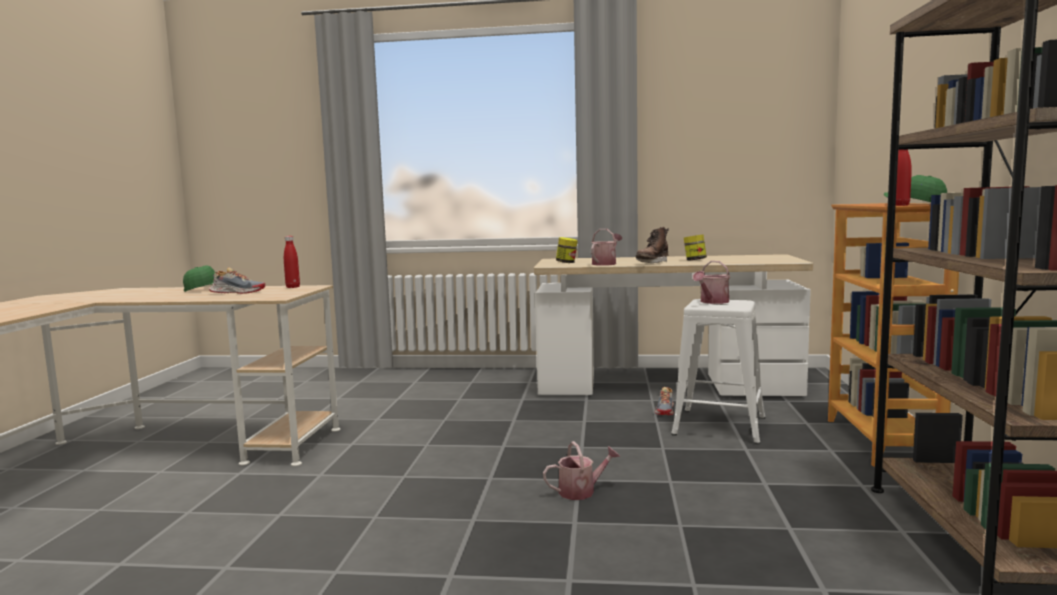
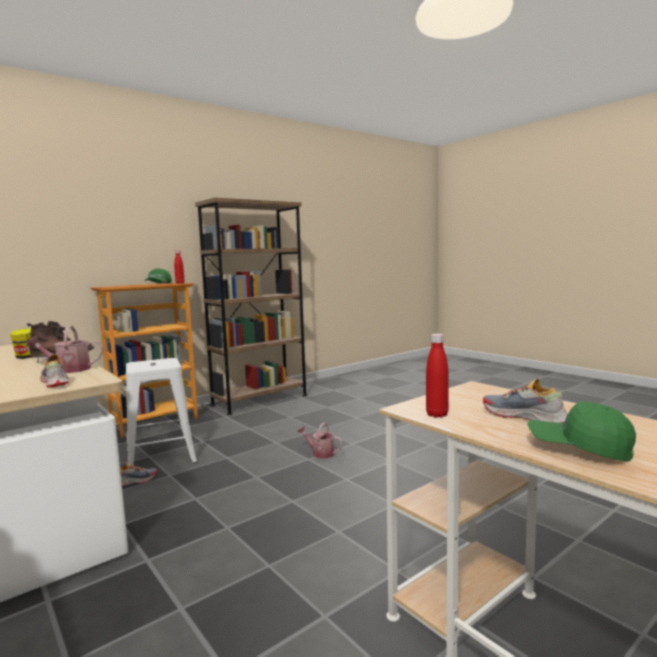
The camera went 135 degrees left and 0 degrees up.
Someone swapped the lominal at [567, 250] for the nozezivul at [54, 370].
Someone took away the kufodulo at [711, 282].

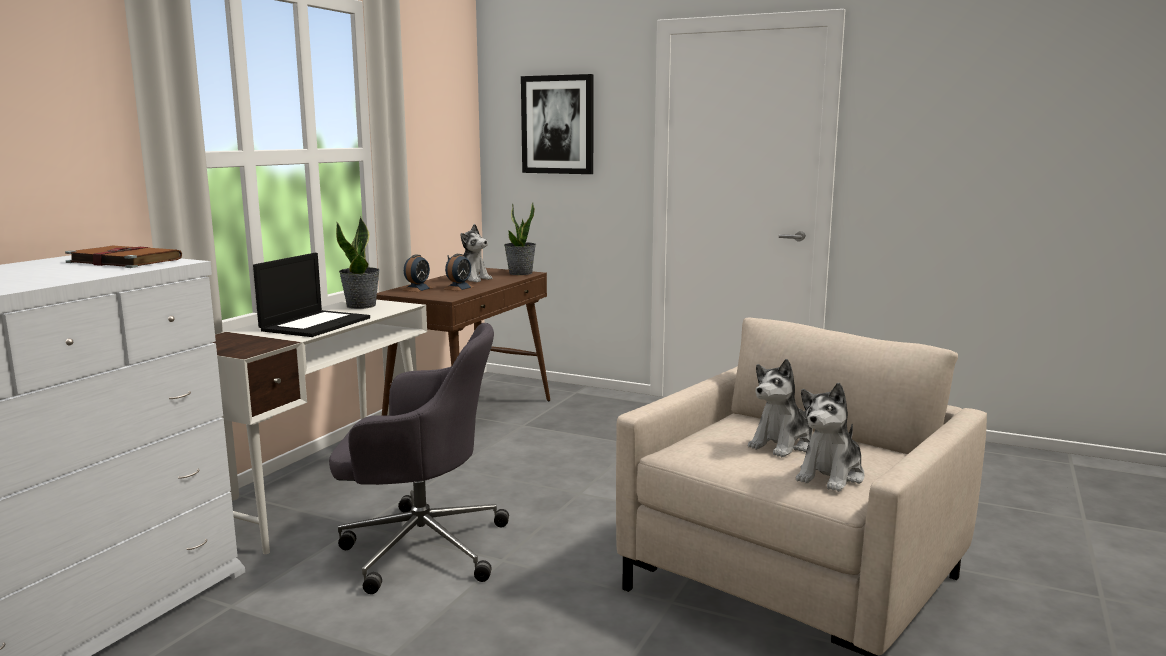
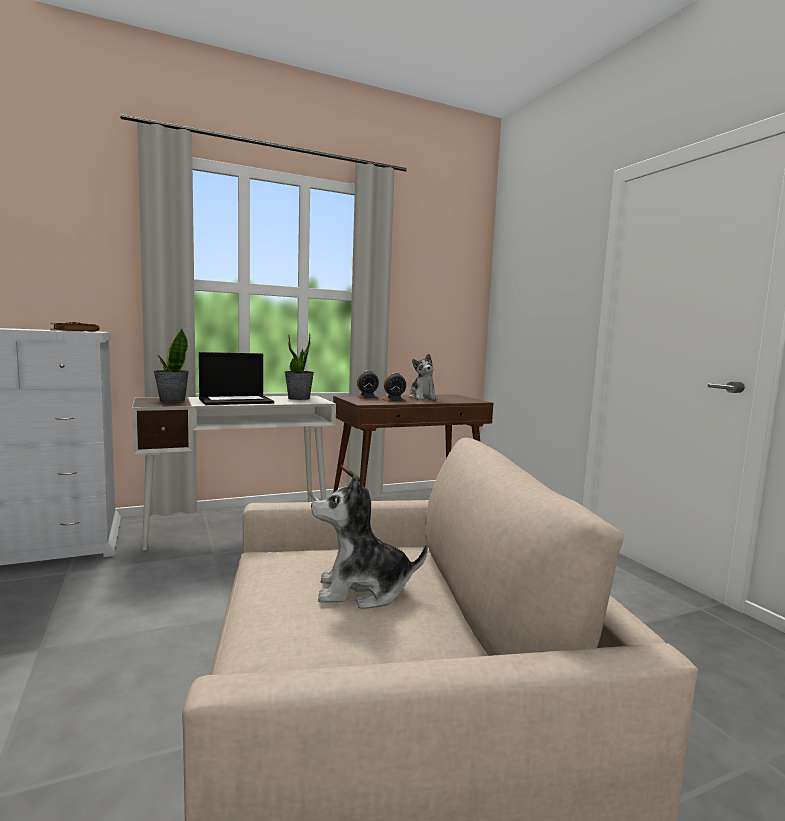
The camera went 40 degrees right and 5 degrees down.
Someone took away the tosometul at [557, 124].
Someone carried the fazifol from [520, 238] to [171, 365].
Someone took away the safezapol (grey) at [419, 458].
Someone took away the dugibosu at [830, 437].

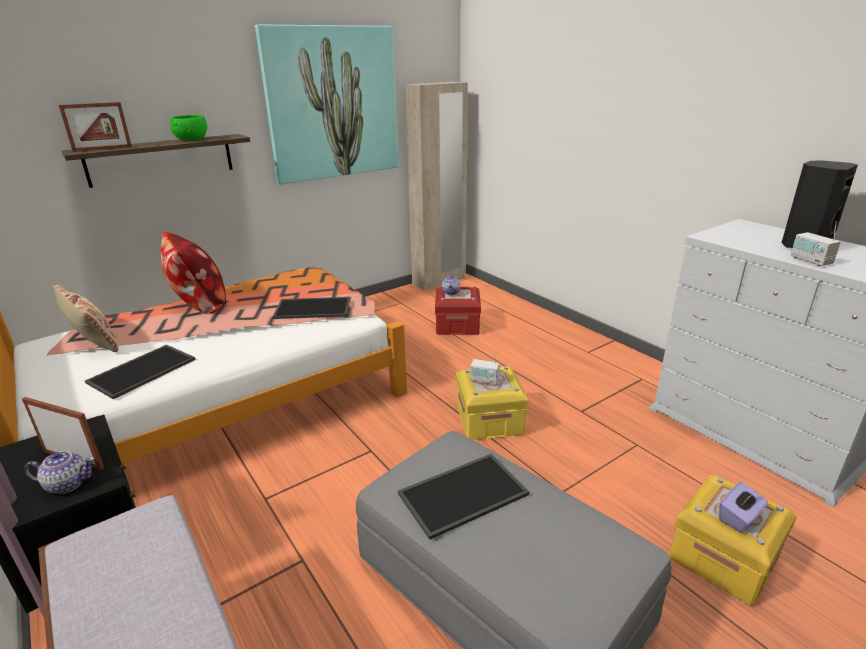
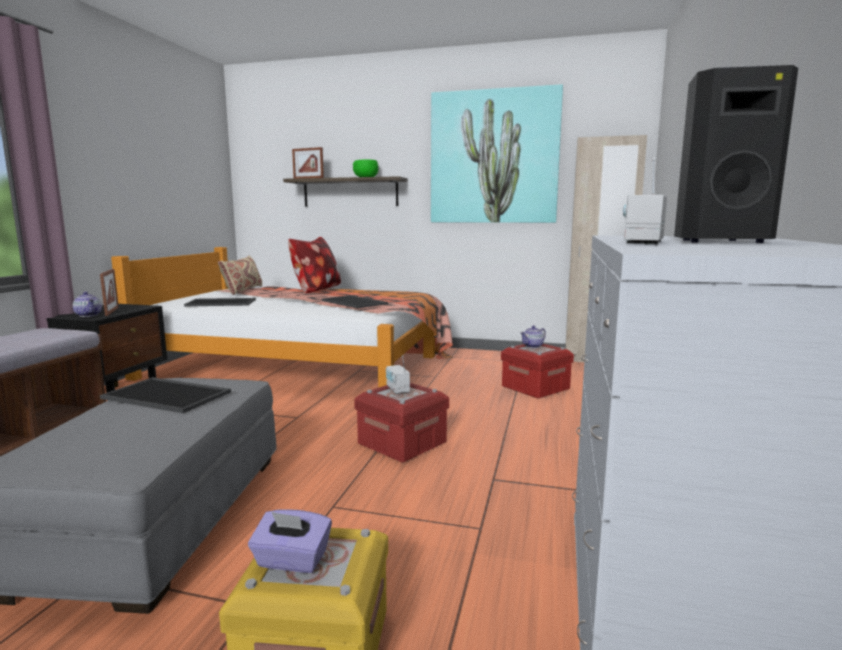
The camera went 50 degrees right and 15 degrees down.
Someone repainted the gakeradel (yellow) at [492, 403], which became the gakeradel (red) at [401, 423].

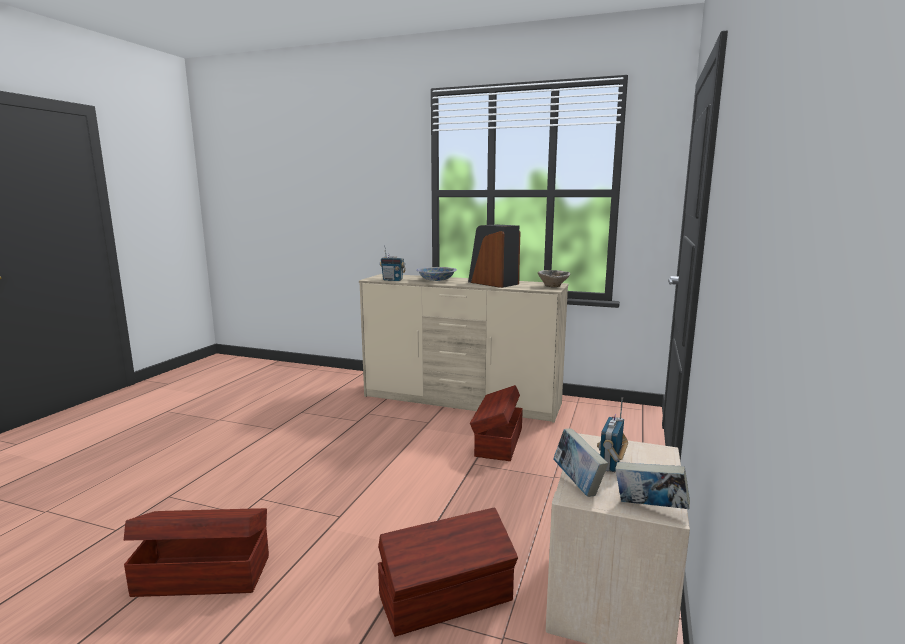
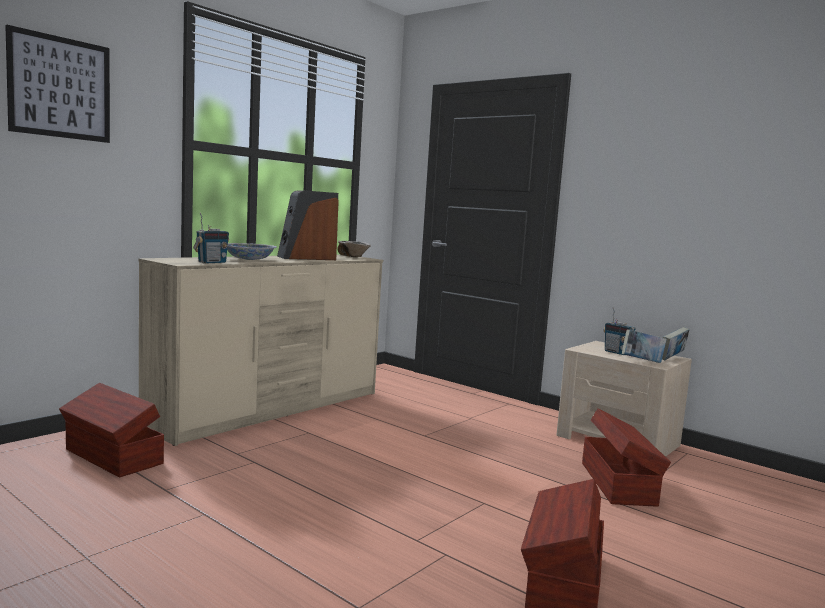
The camera went 70 degrees left and 5 degrees down.
Someone carried the gakeradel (brown) from [496, 423] to [111, 430].
Someone put up the tosometul at [57, 84].

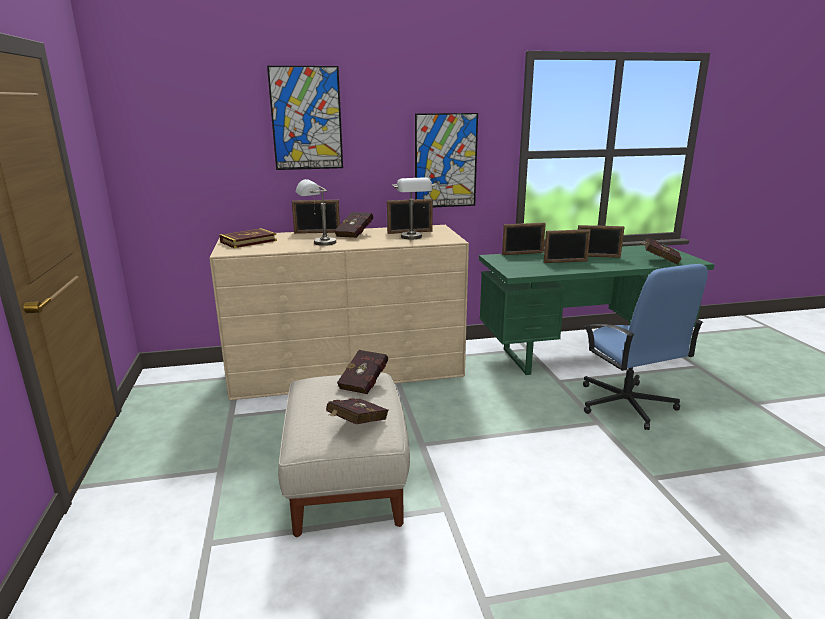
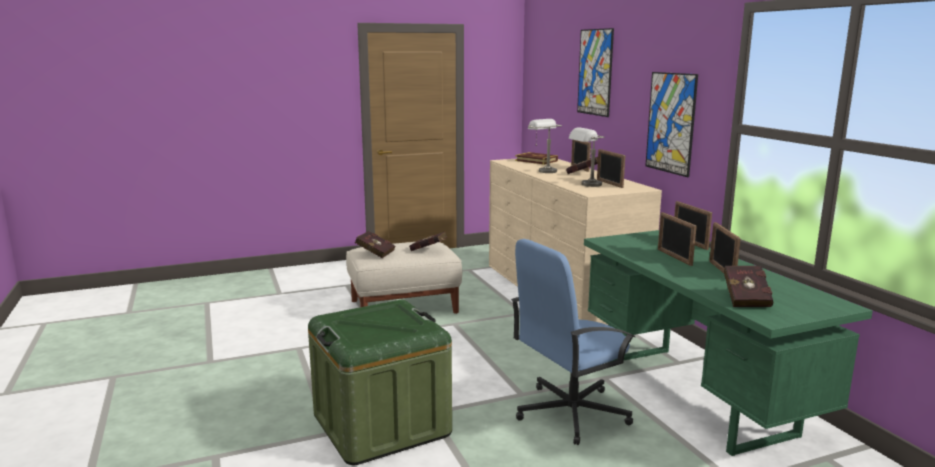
The camera went 80 degrees right and 5 degrees down.
Someone put down the gakeradel (green) at [380, 382].

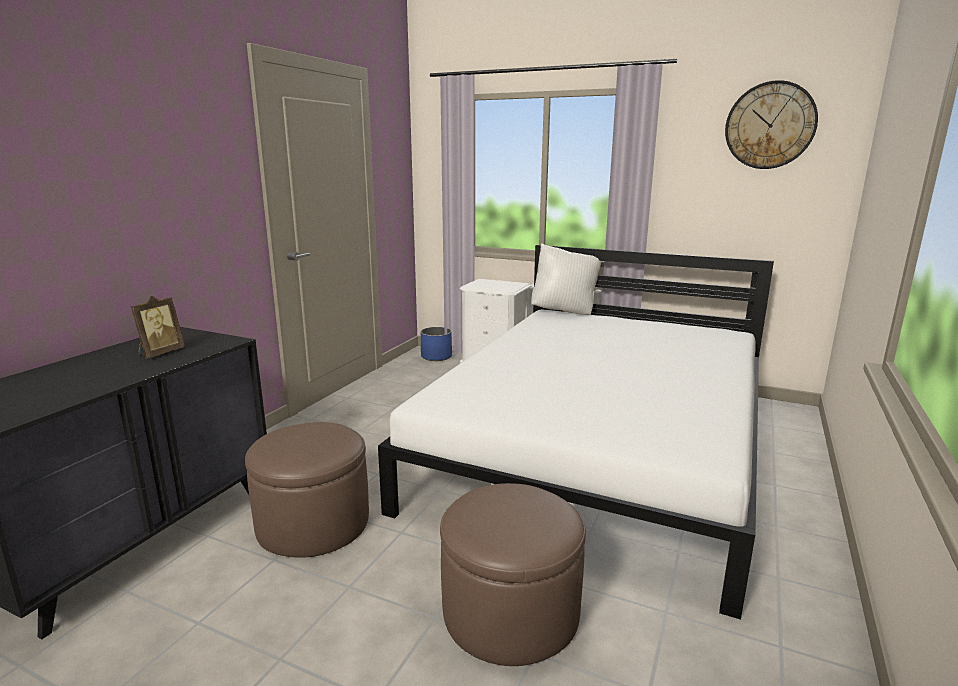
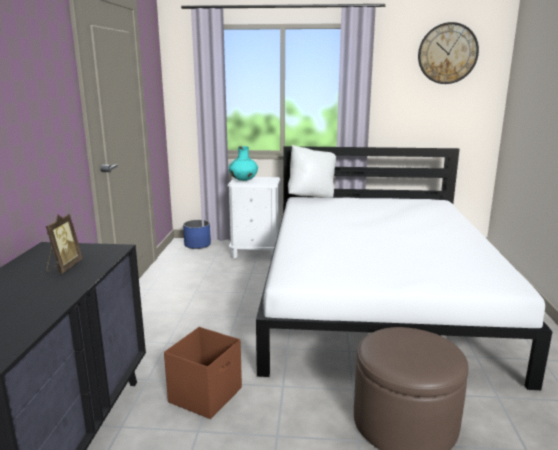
The camera went 20 degrees left and 0 degrees up.
Someone swapped the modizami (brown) at [307, 490] for the gakeradel (brown) at [203, 373].
Someone put down the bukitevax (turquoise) at [243, 163].

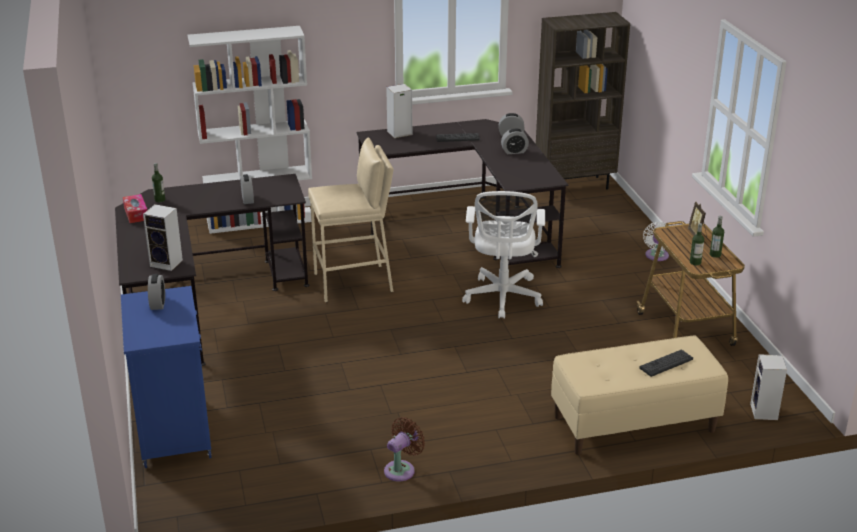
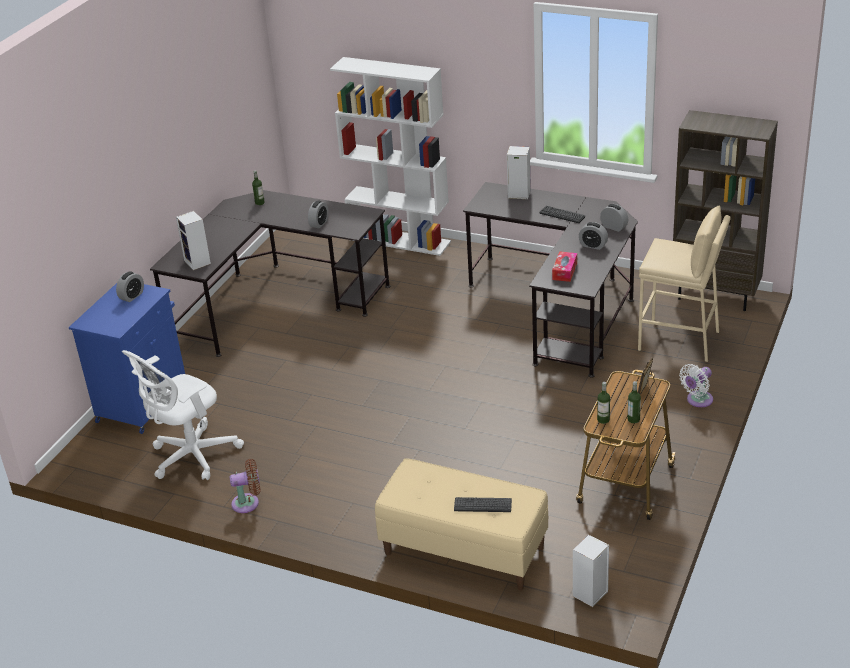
The camera went 40 degrees right and 5 degrees up.
Someone carried the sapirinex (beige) from [351, 219] to [684, 284].
Someone carried the safezapol (white) from [503, 255] to [183, 415].
Someone carried the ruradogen from [135, 208] to [564, 266].

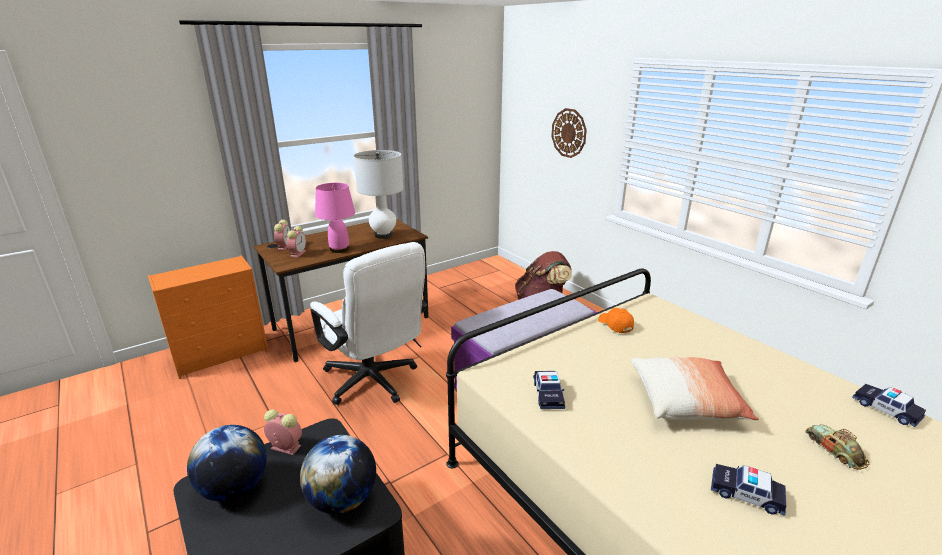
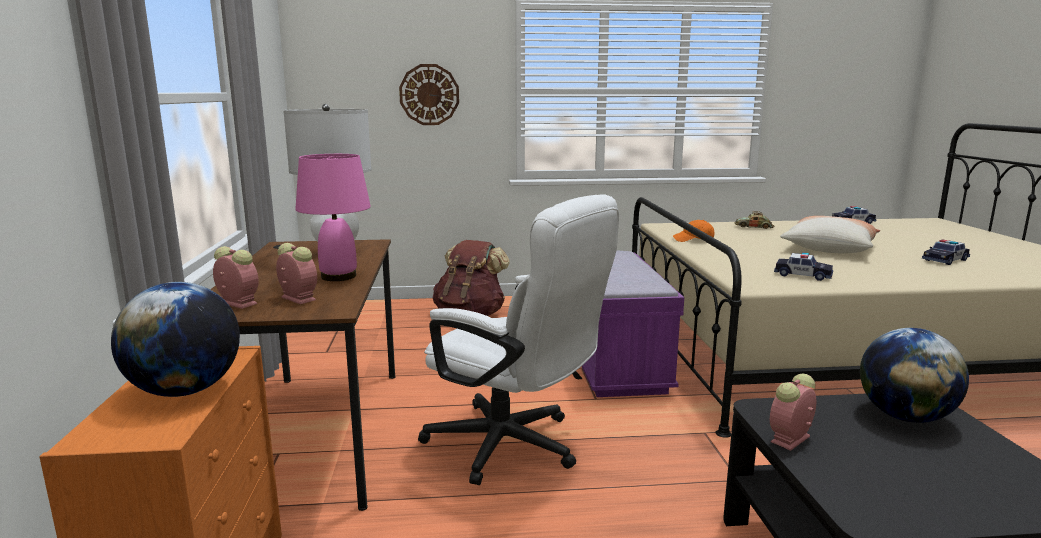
The camera went 60 degrees left and 10 degrees down.
Someone rotated the safezapol (white) at [368, 323] by 45 degrees clockwise.
Someone carried the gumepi from [837, 447] to [754, 220].
Someone carried the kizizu from [227, 463] to [175, 339].

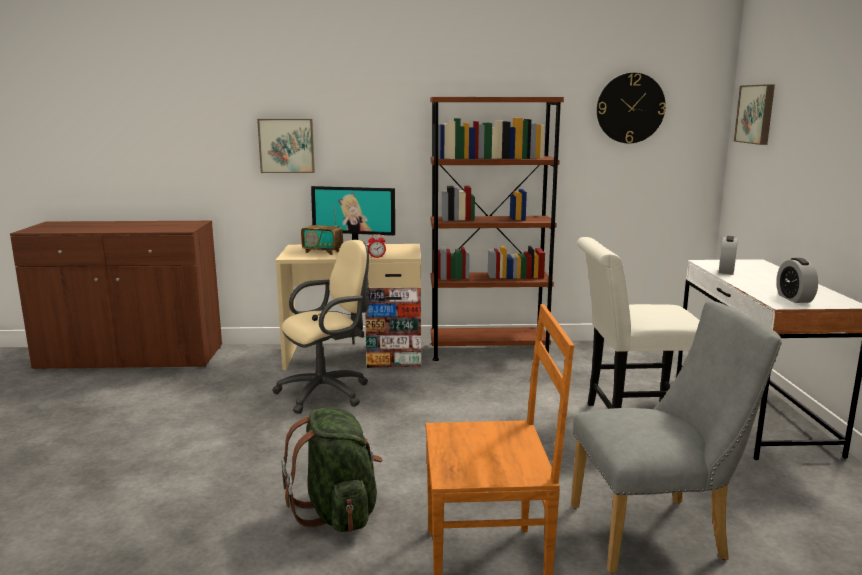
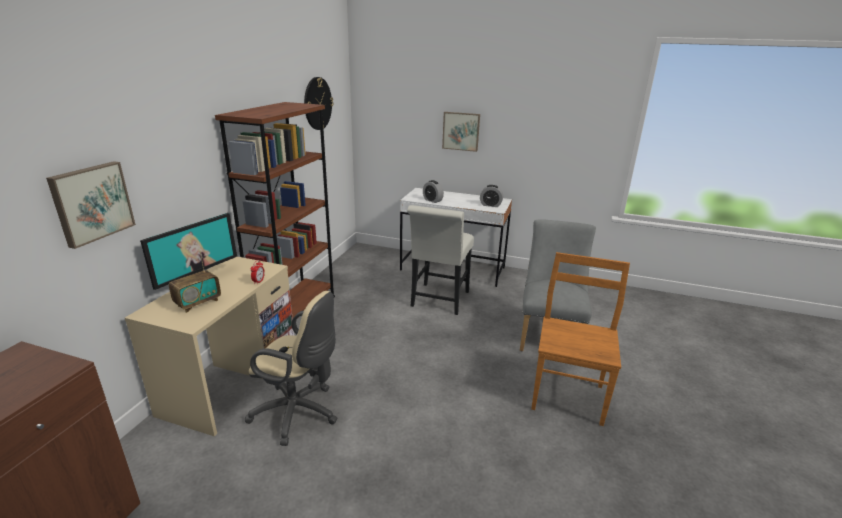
The camera went 70 degrees left and 10 degrees up.
Someone carried the tosometul from [754, 114] to [461, 132].
Someone rotated the safezapol (beige) at [320, 327] by 120 degrees clockwise.
Someone took away the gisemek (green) at [332, 470].

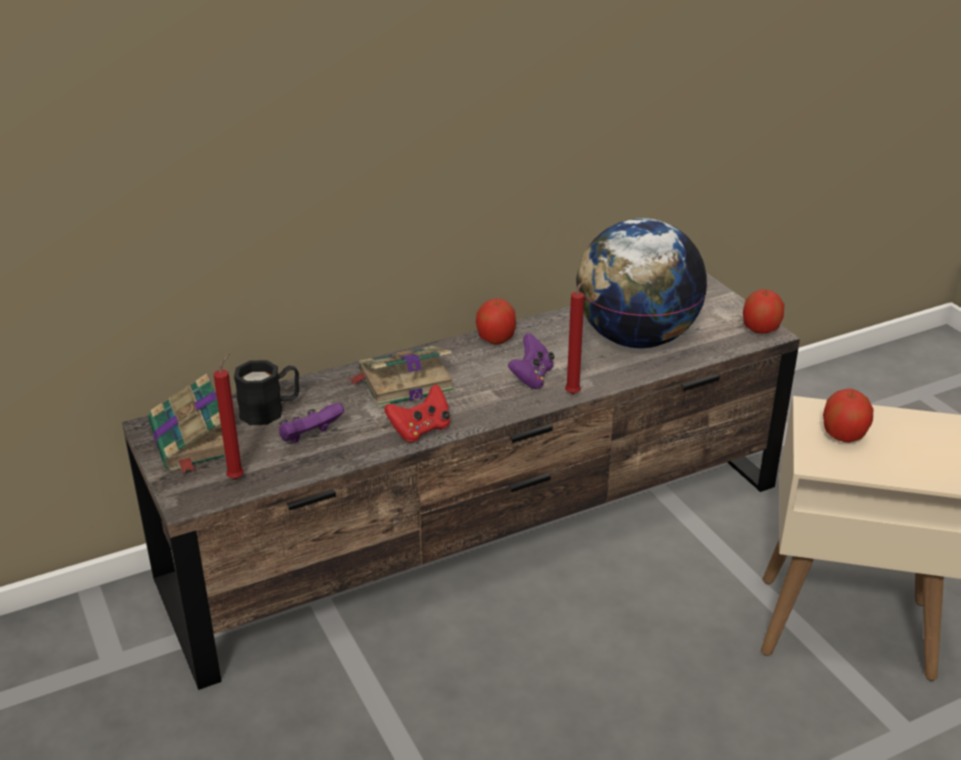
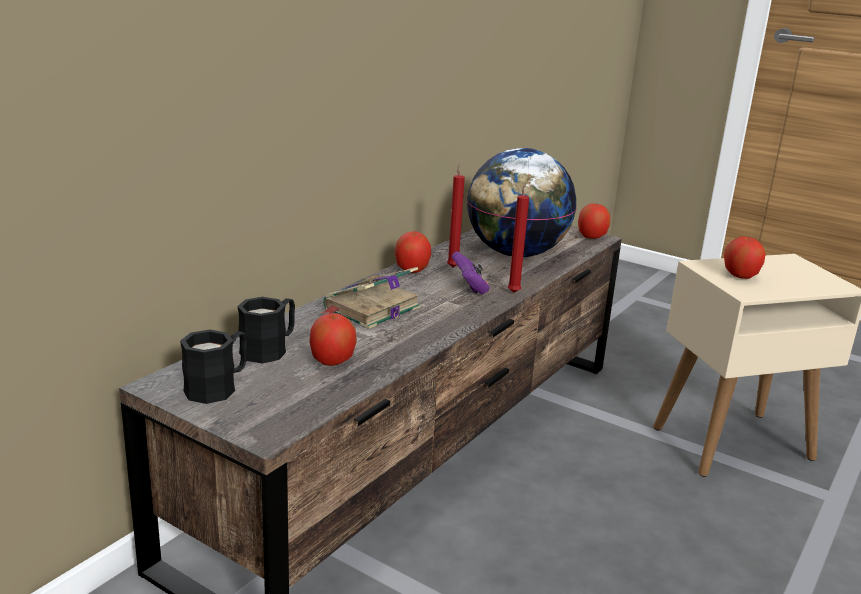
The camera went 30 degrees left and 10 degrees down.
Someone carried the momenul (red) from [229, 416] to [456, 215].
Someone swapped the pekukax at [187, 423] for the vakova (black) at [213, 367].
Someone took away the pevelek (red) at [417, 413].
Someone swapped the pevelek (purple) at [311, 423] for the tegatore at [333, 339].

